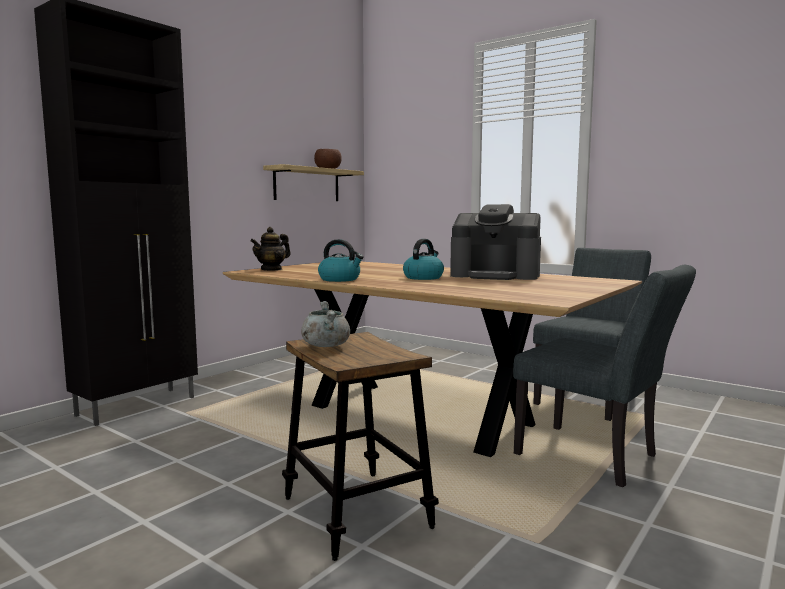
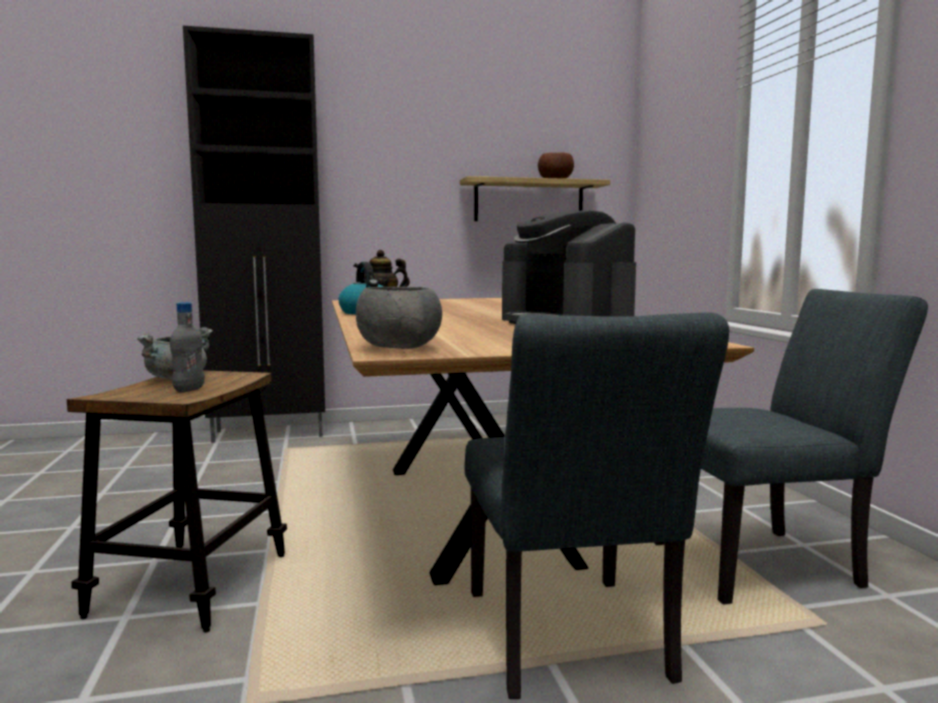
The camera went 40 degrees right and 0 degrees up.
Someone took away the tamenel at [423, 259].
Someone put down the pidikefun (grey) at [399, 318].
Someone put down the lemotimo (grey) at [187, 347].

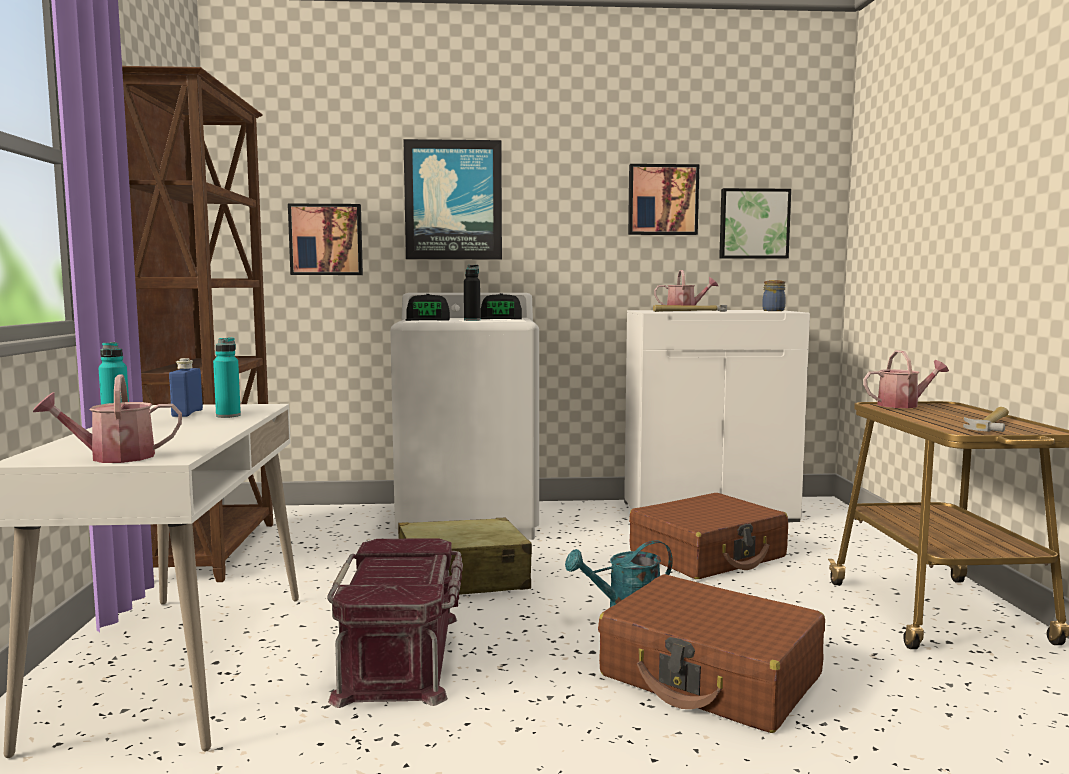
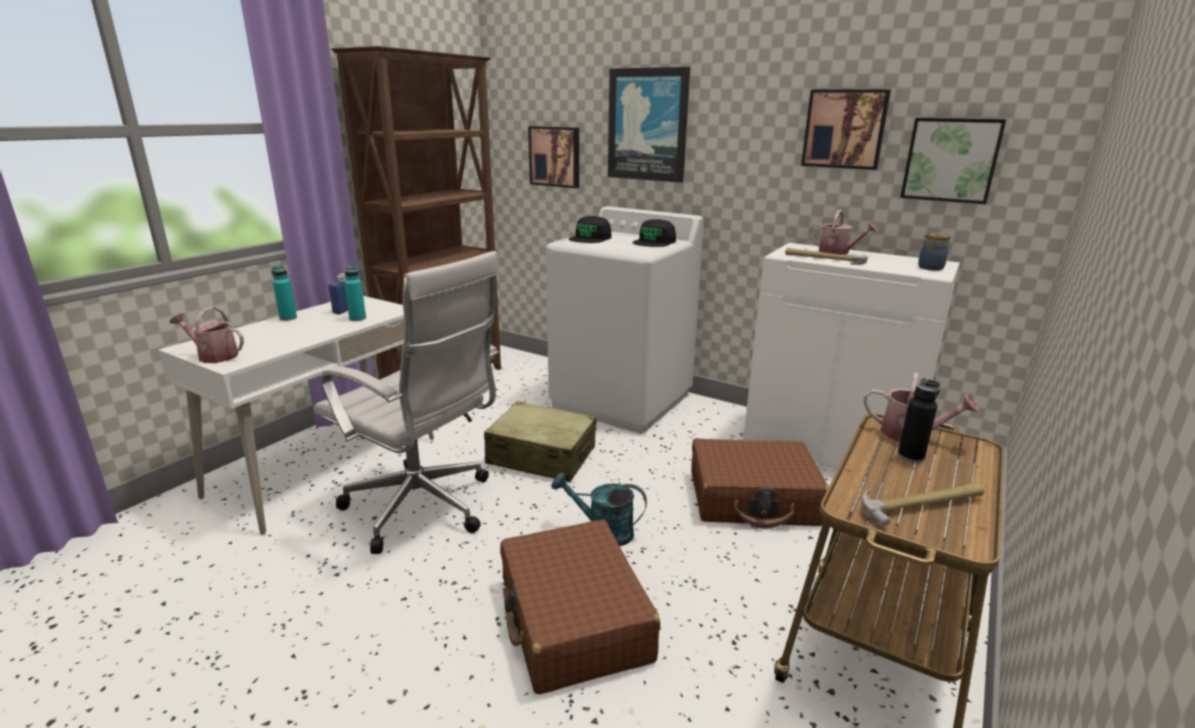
The camera went 35 degrees right and 15 degrees up.
Someone carried the lemotimo (black) from [472, 293] to [919, 420].
Someone swapped the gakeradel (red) at [395, 623] for the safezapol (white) at [407, 402].

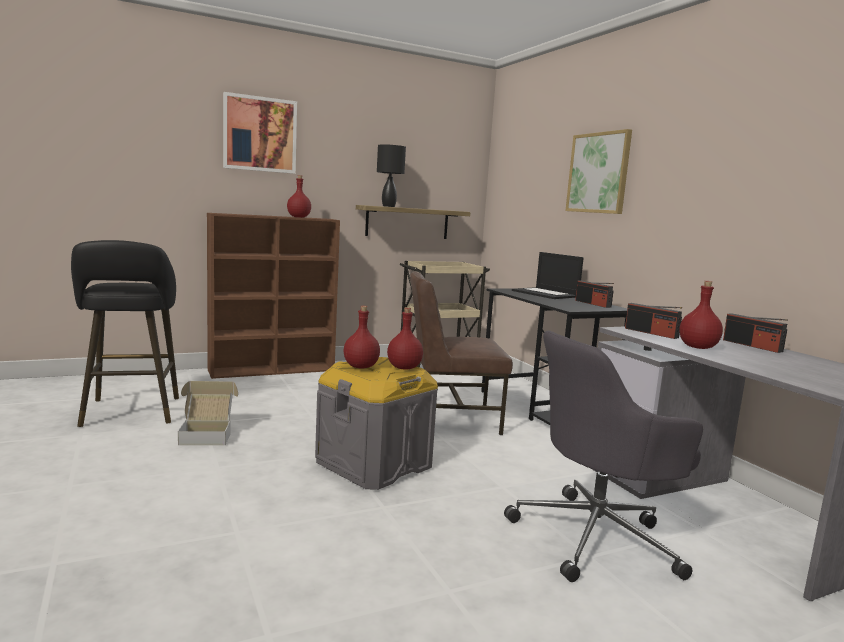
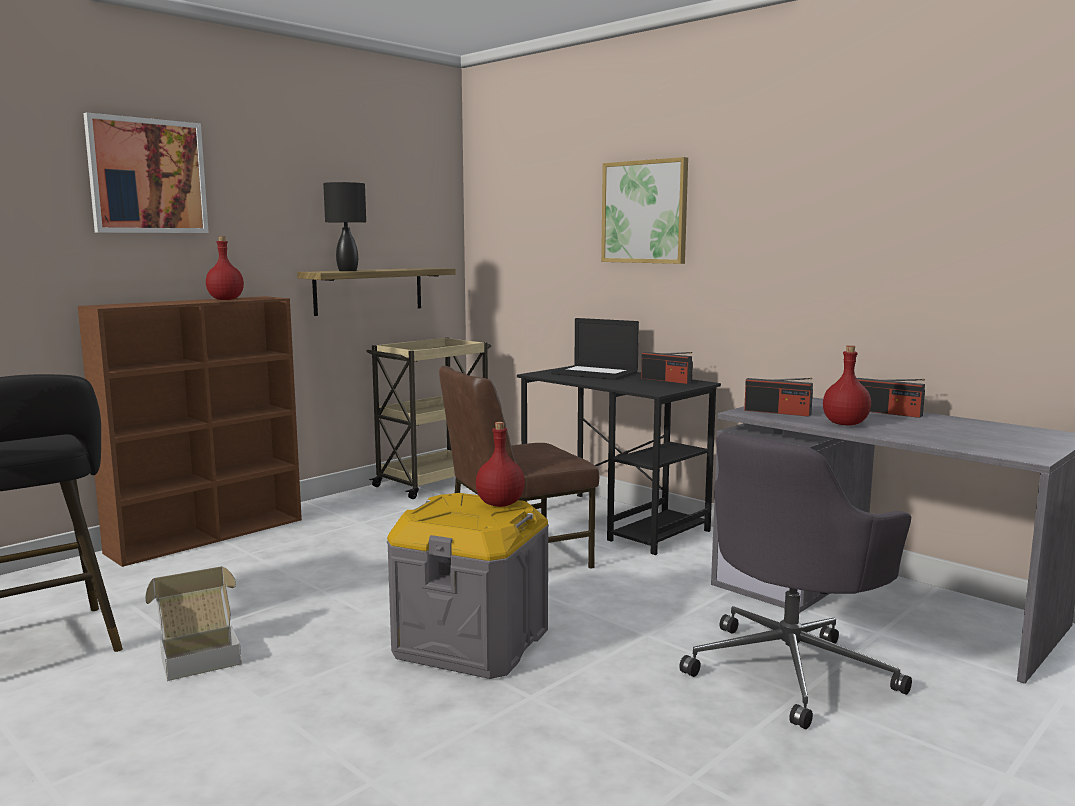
The camera went 20 degrees left and 0 degrees up.
Someone took away the lemotimo (red) at [362, 337].

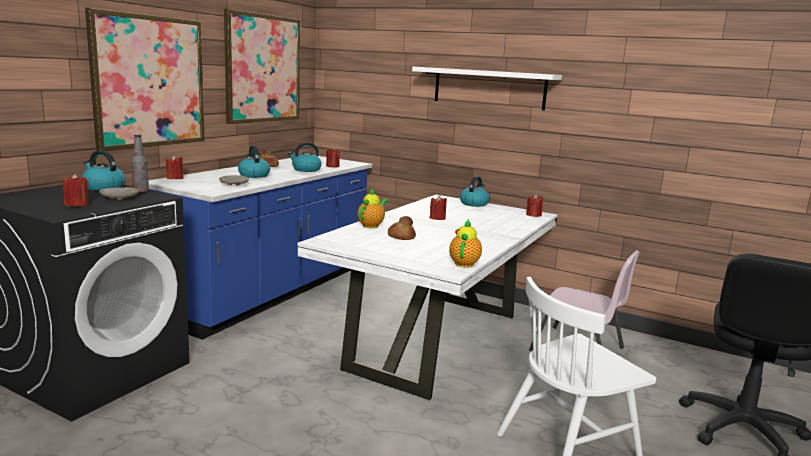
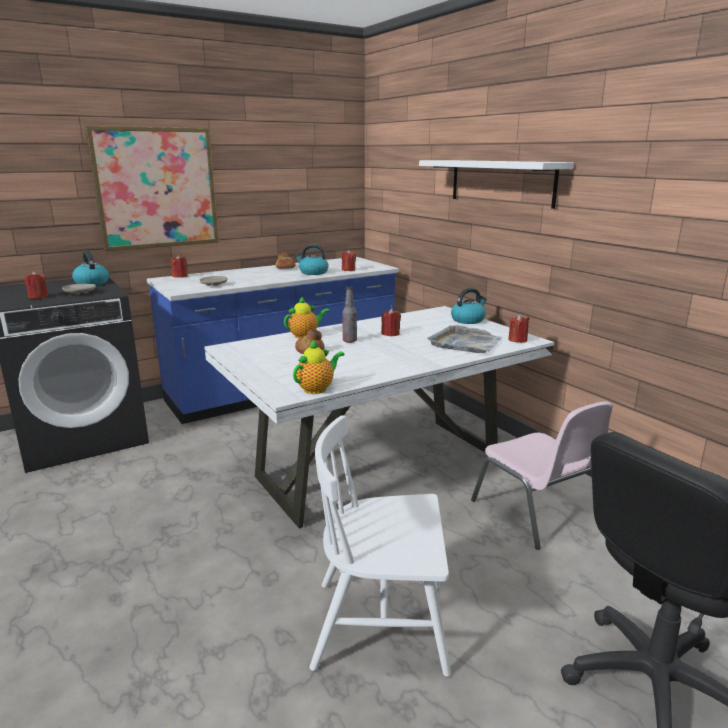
The camera went 30 degrees right and 5 degrees up.
Someone took away the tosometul at [262, 66].
Someone carried the lemotimo from [140, 164] to [350, 314].
Someone took away the tamenel at [254, 162].
Someone put down the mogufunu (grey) at [464, 339].

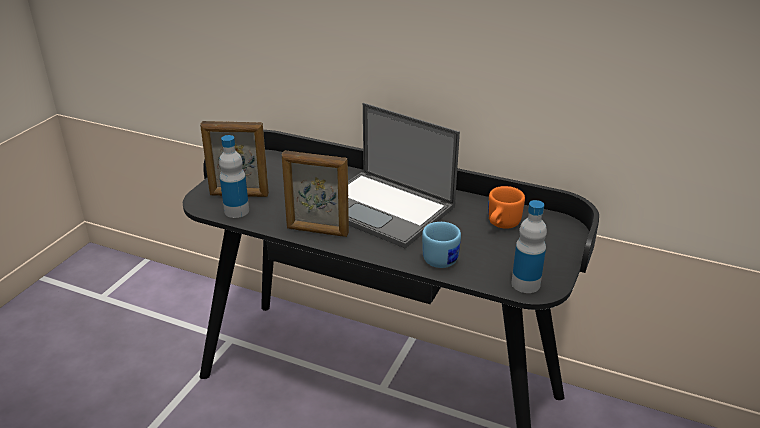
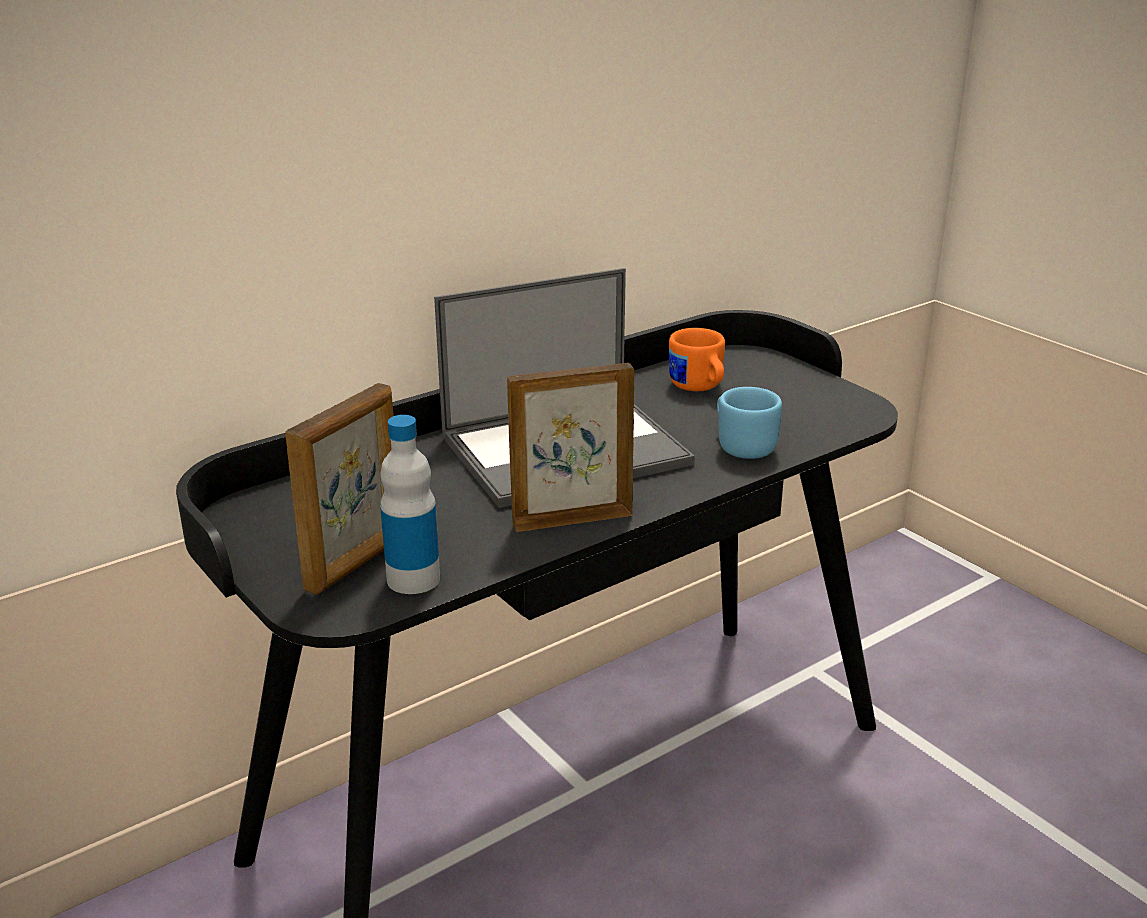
The camera went 60 degrees left and 5 degrees down.
Someone rotated the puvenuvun at [315, 193] by 150 degrees counterclockwise.
Someone took away the lemotimo at [529, 246].

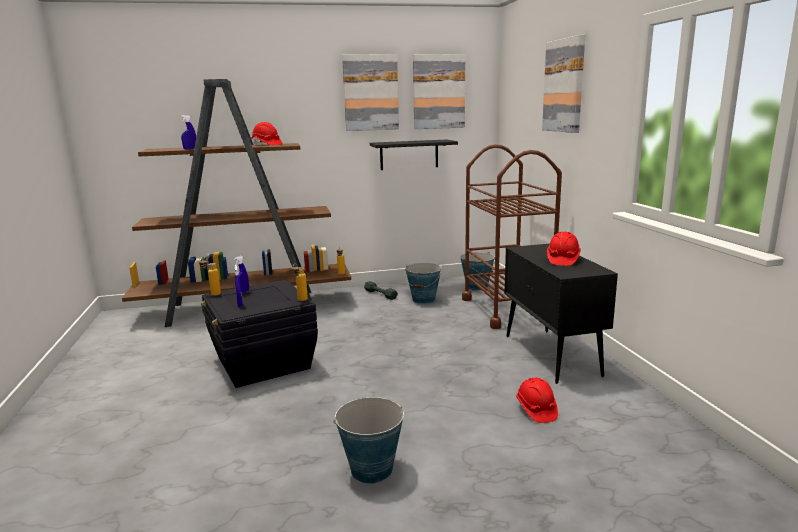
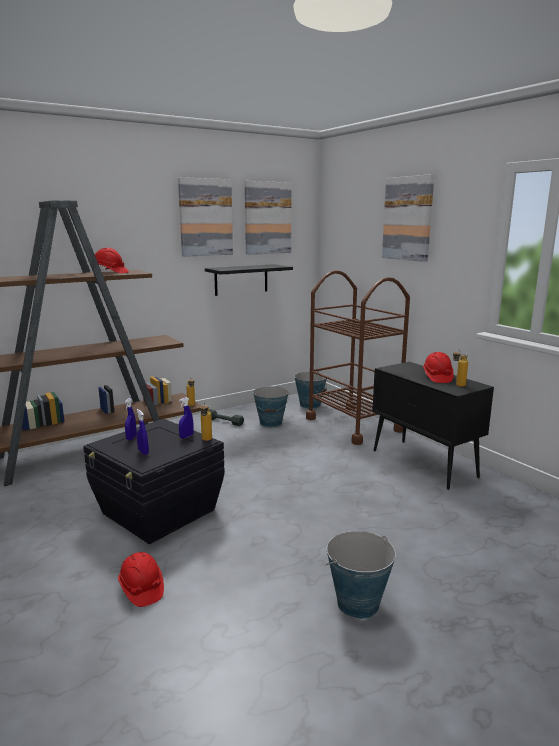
The camera went 20 degrees left and 0 degrees up.
Someone carried the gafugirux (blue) from [188, 132] to [186, 418].
Someone carried the lemotimo from [210, 276] to [460, 368].
Someone carried the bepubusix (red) from [537, 400] to [141, 579].

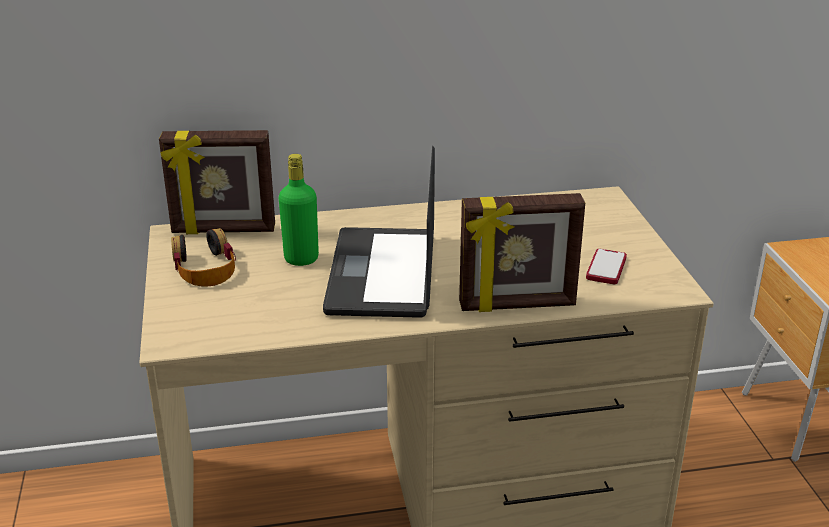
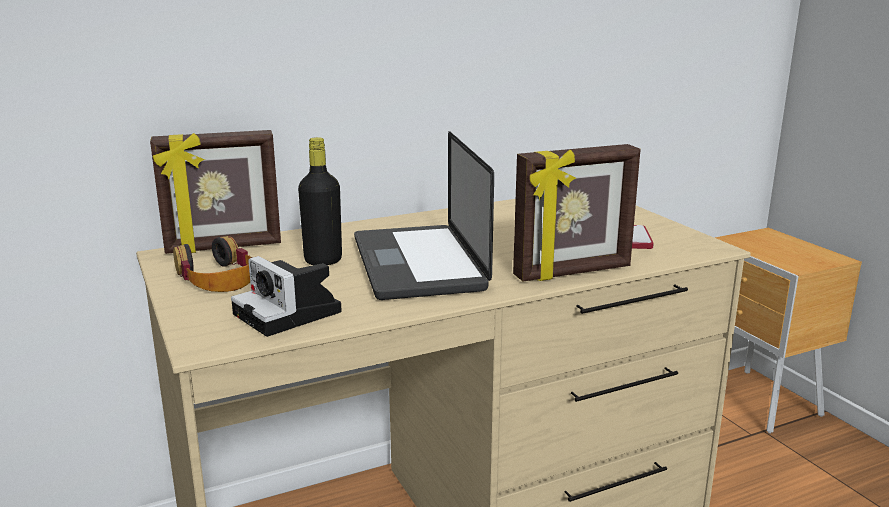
The camera went 15 degrees left and 10 degrees down.
Someone repainted the lemotimo (green) at [299, 210], which became the lemotimo (black) at [320, 201].
Someone put down the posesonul at [286, 296].

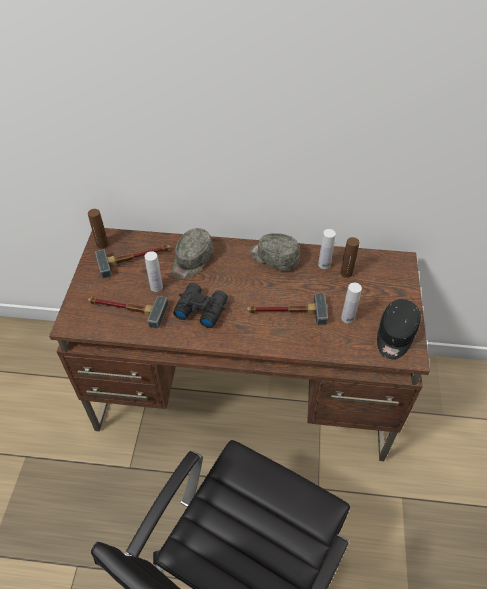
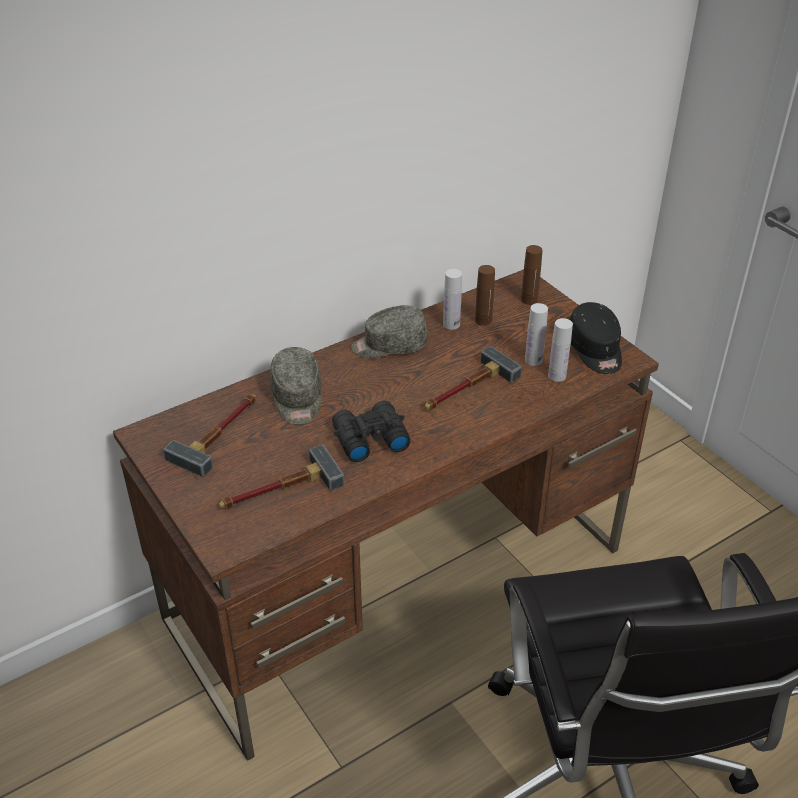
The camera went 40 degrees left and 10 degrees down.
Someone carried the lemotimo (brown) from [98, 229] to [531, 275].
Someone carried the lemotimo (white) from [154, 271] to [560, 350].

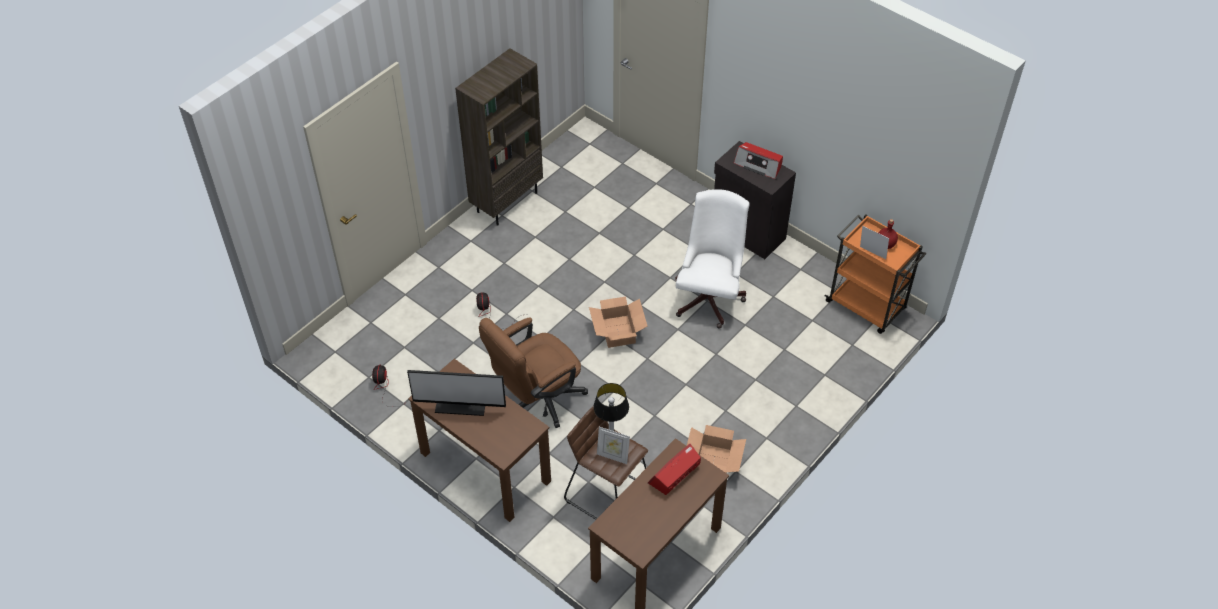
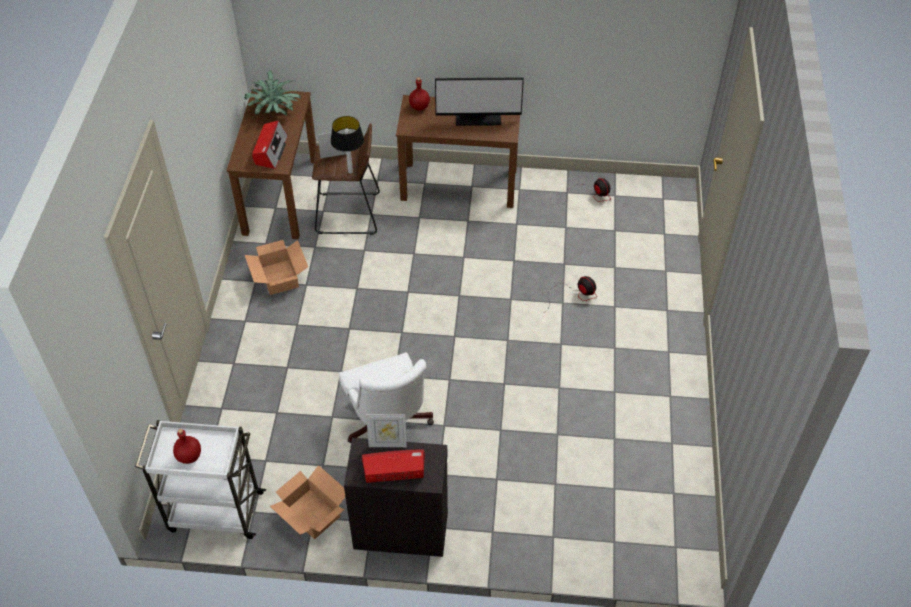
The camera went 145 degrees right and 0 degrees up.
Someone took away the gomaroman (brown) at [499, 137].
Someone repainted the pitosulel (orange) at [875, 274], which became the pitosulel (white) at [200, 479].
Someone carried the puvenuvun from [874, 242] to [386, 430].
Someone carried the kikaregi from [618, 322] to [307, 502].
Someone took away the safezapol (brown) at [533, 372].
Someone rotated the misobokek at [456, 393] by 150 degrees counterclockwise.
Someone put down the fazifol at [272, 92].
Someone put down the lemotimo (red) at [419, 94].

